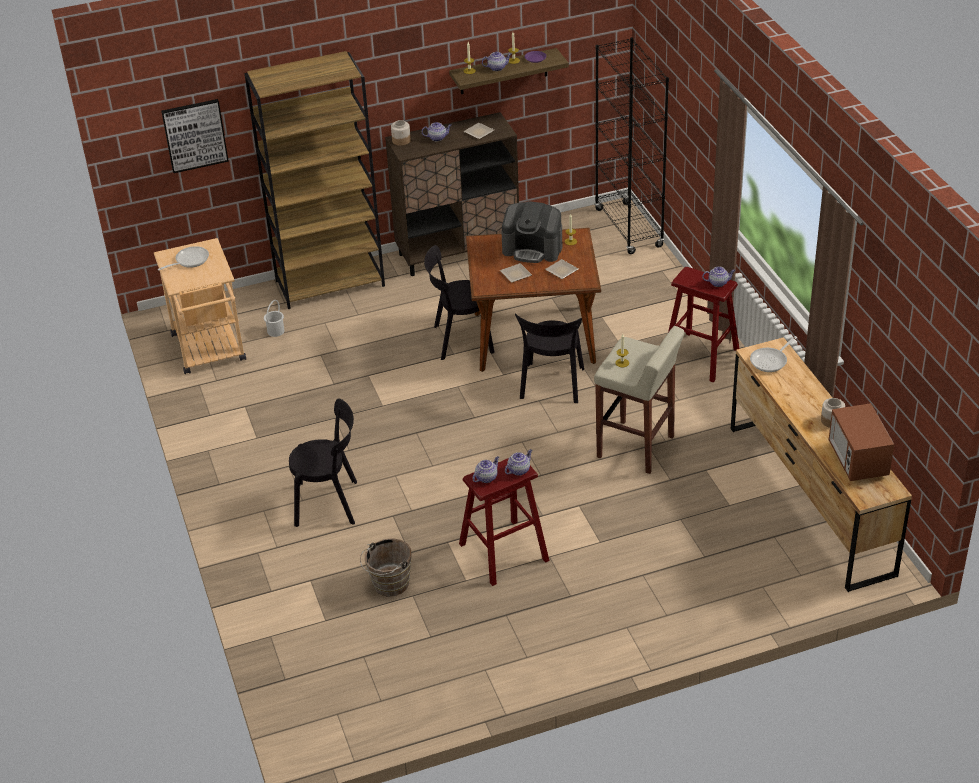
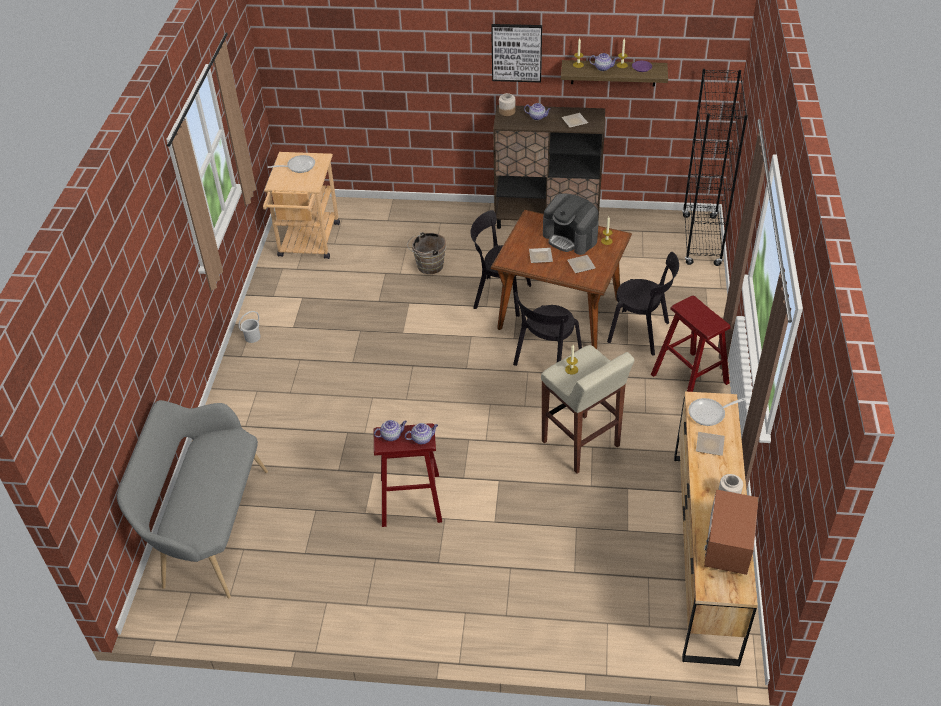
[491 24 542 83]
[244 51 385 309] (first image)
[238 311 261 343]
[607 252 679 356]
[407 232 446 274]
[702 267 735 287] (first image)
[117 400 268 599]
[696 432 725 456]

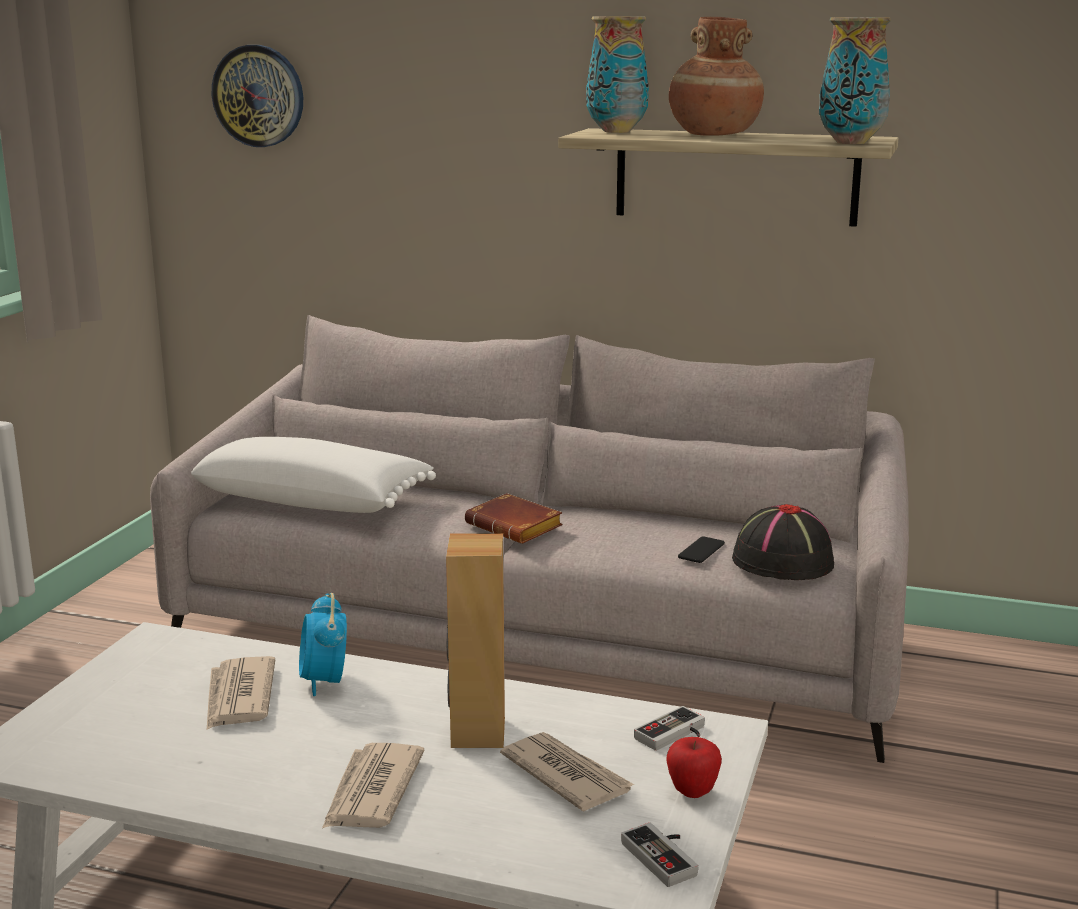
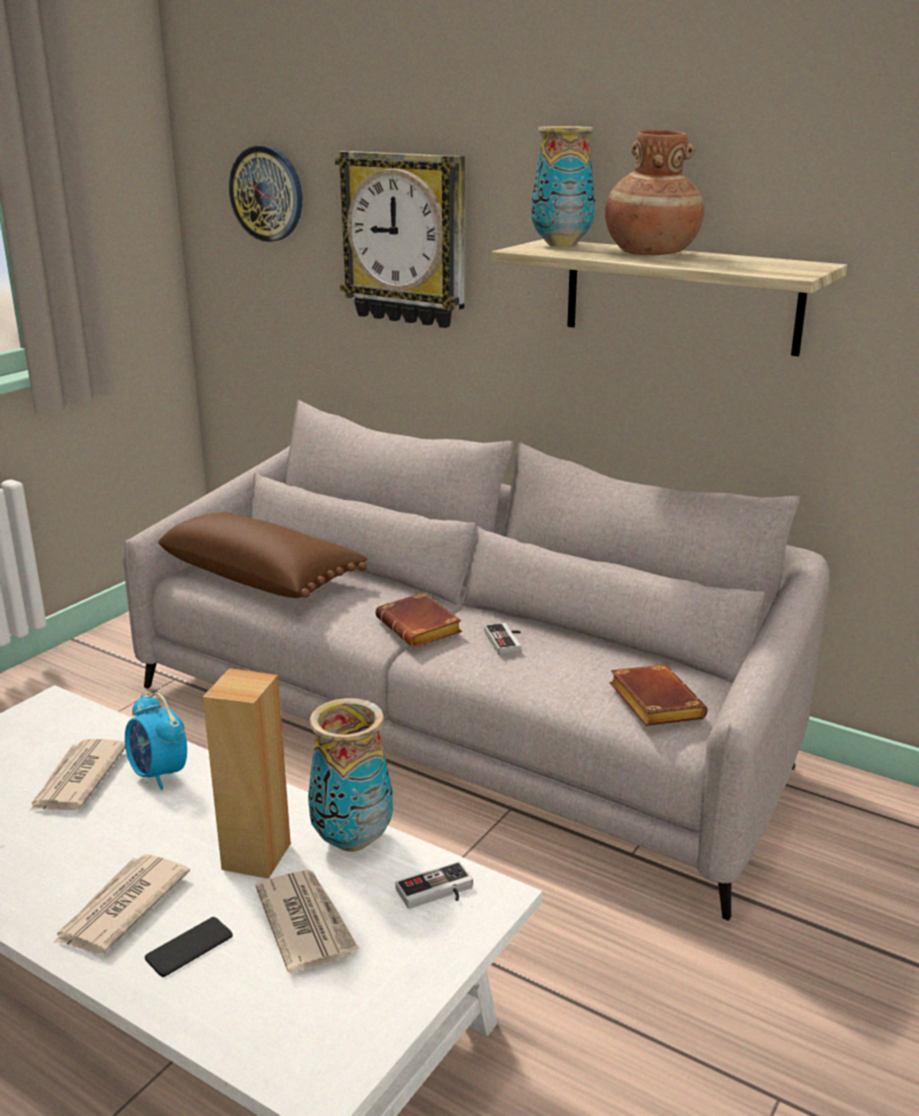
[158 512 367 598]
[125 693 187 790]
[484 623 521 655]
[666 737 722 798] (first image)
[145 917 233 977]
[610 665 708 726]
[308 698 393 852]
[335 151 465 328]

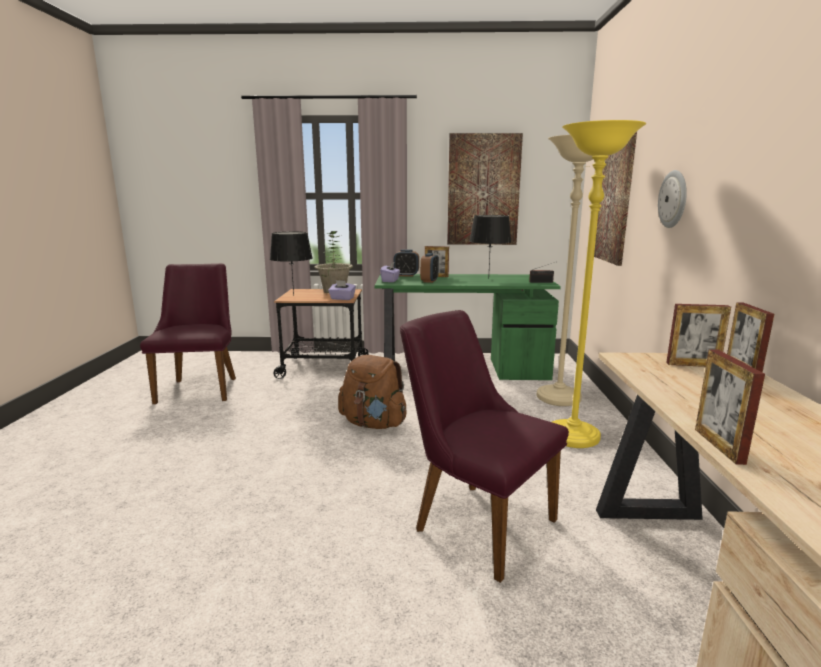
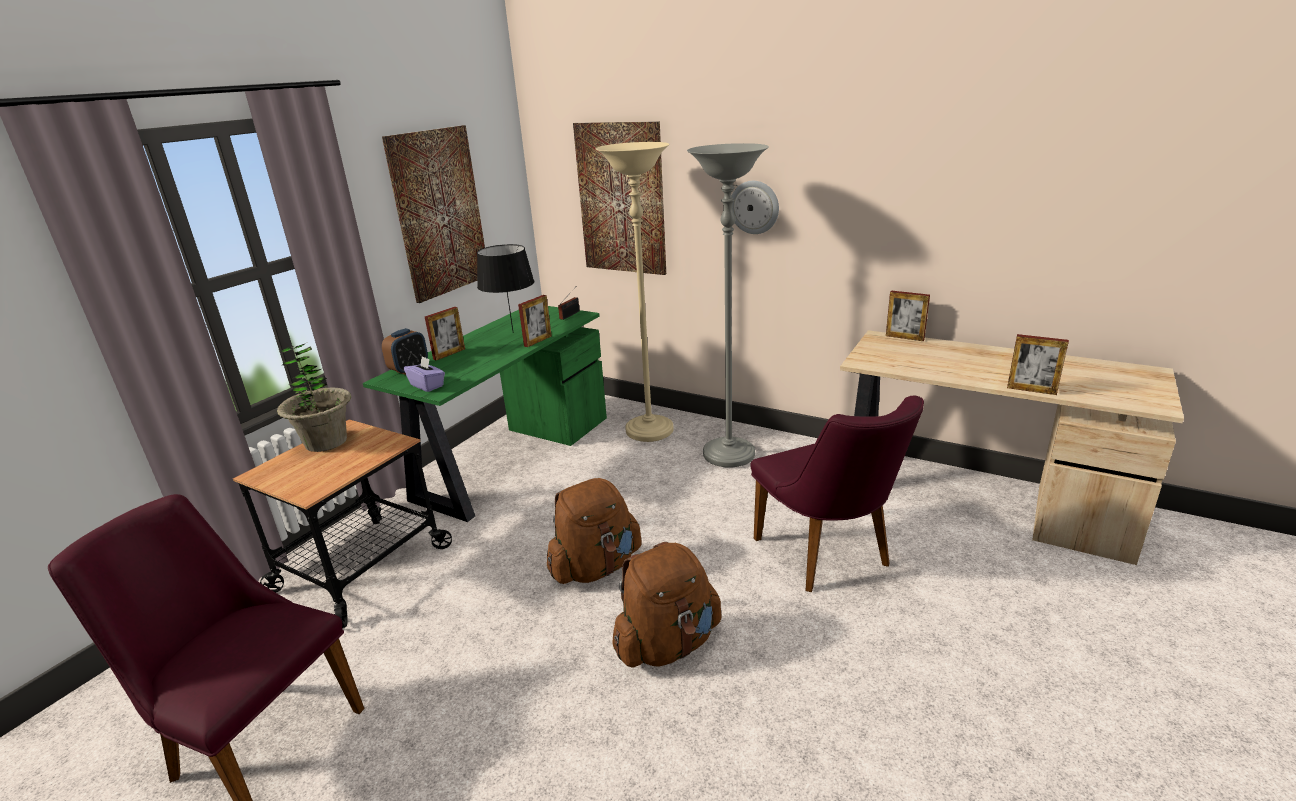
[270 231 313 296] (first image)
[328 280 356 300] (first image)
[751 396 924 592]
[420 253 439 283] (first image)
[687 143 769 468]
[518 295 552 347]
[612 542 722 667]

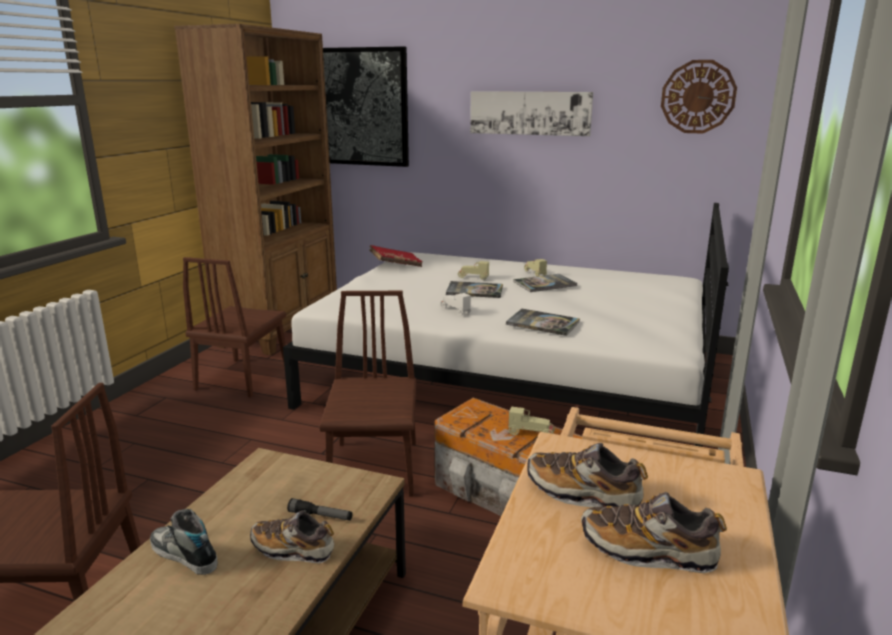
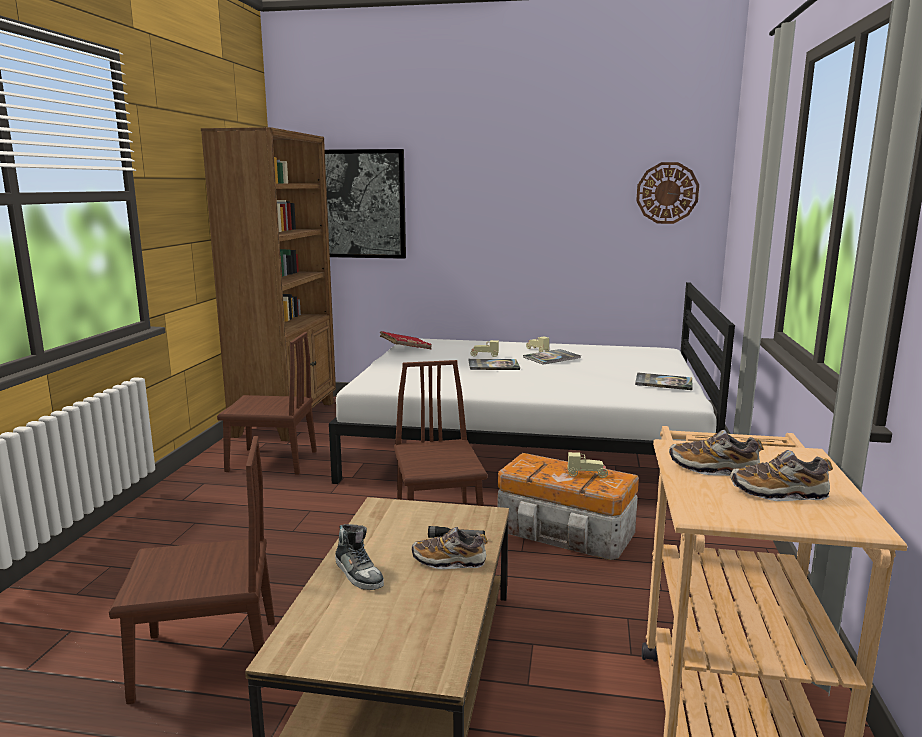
[335 524 384 590]
[217 332 317 475]
[440 293 471 315] (first image)
[470 91 593 136] (first image)
[635 372 693 390]

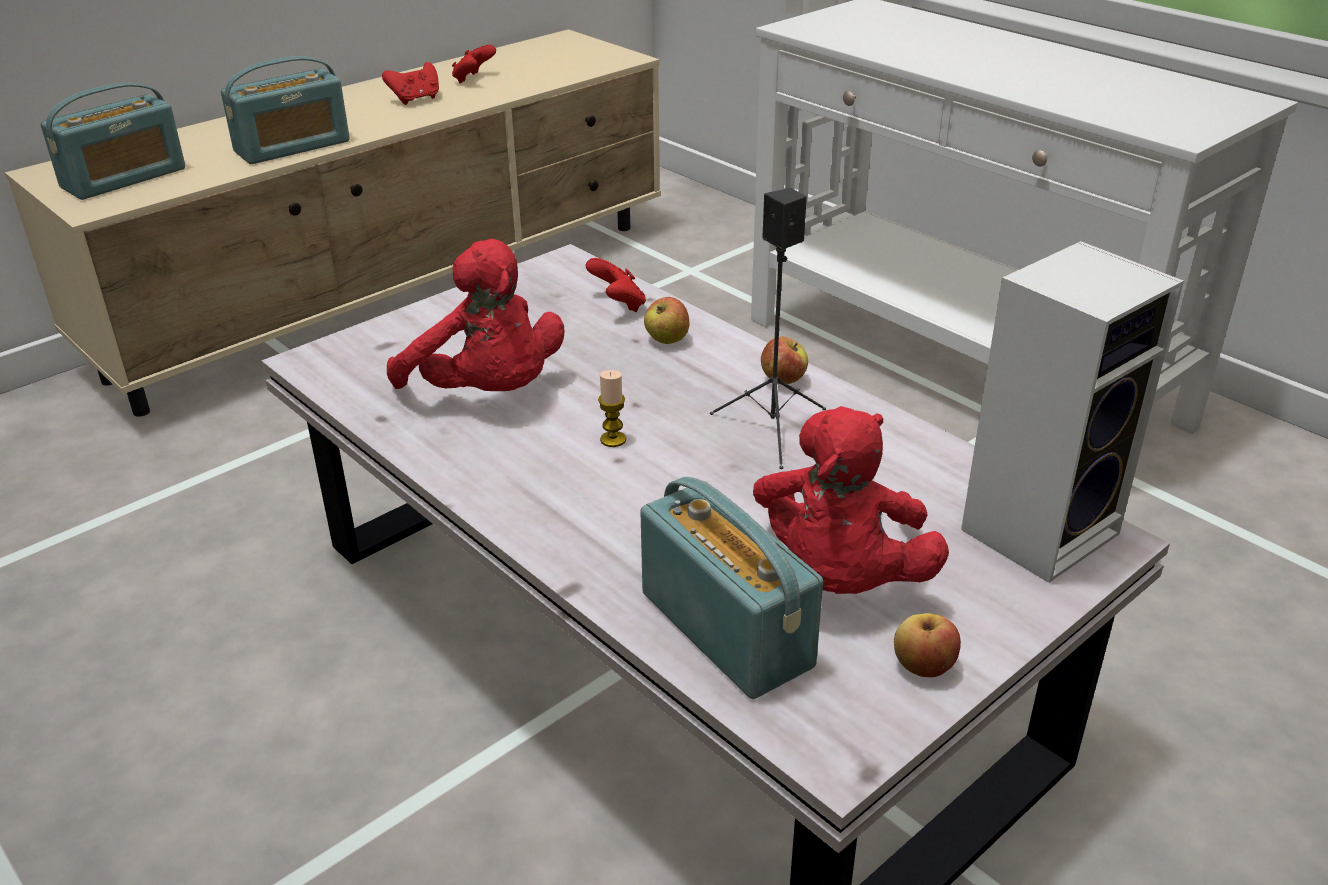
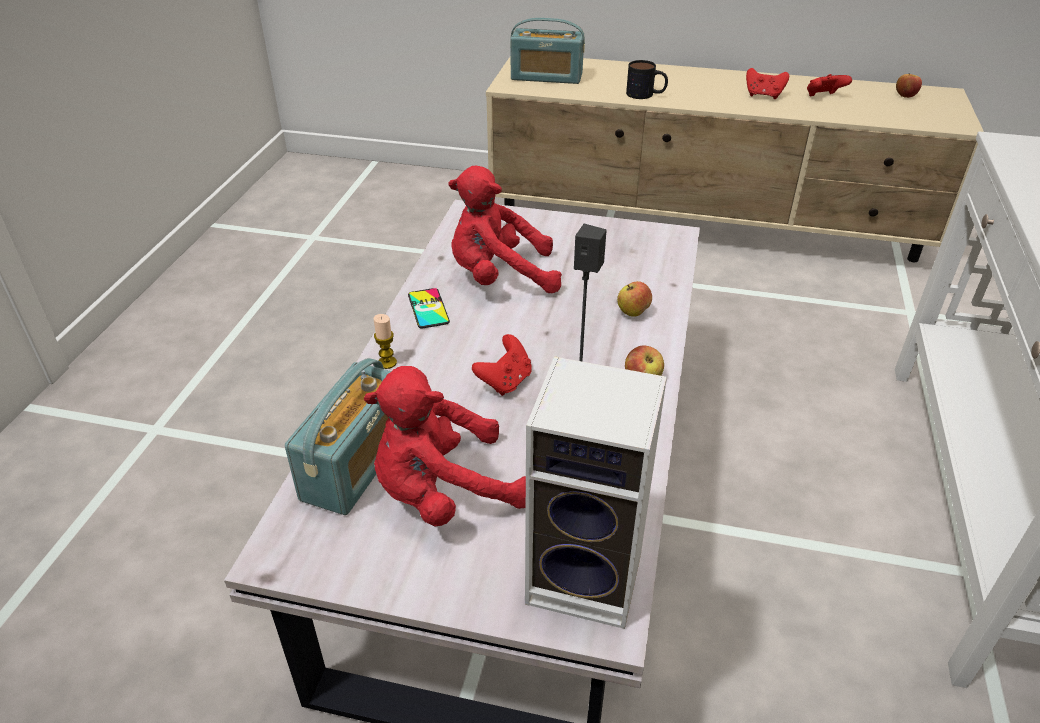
[626 60 668 99]
[448 166 562 293]
[472 334 532 396]
[374 314 397 369]
[896 74 922 98]
[408 288 450 328]

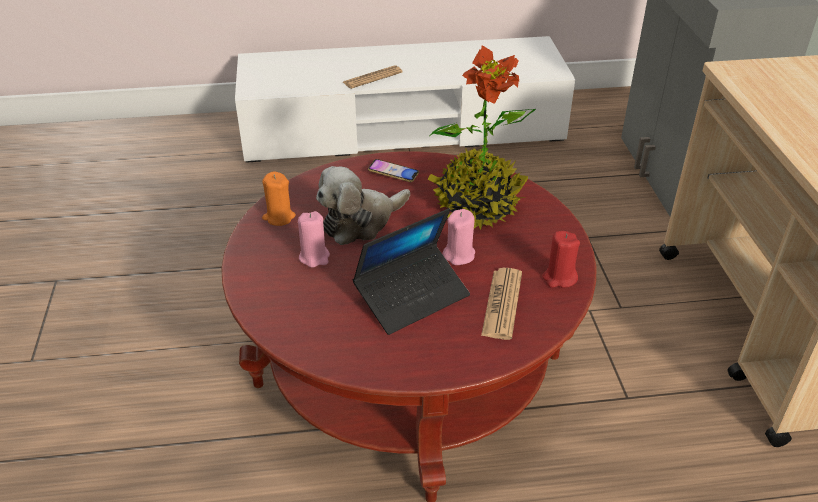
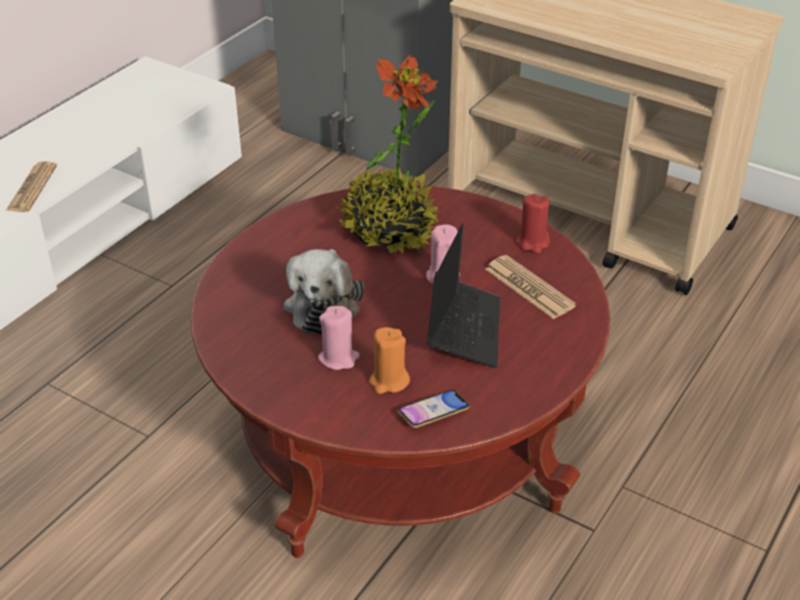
[369 327 410 394]
[398 390 470 428]

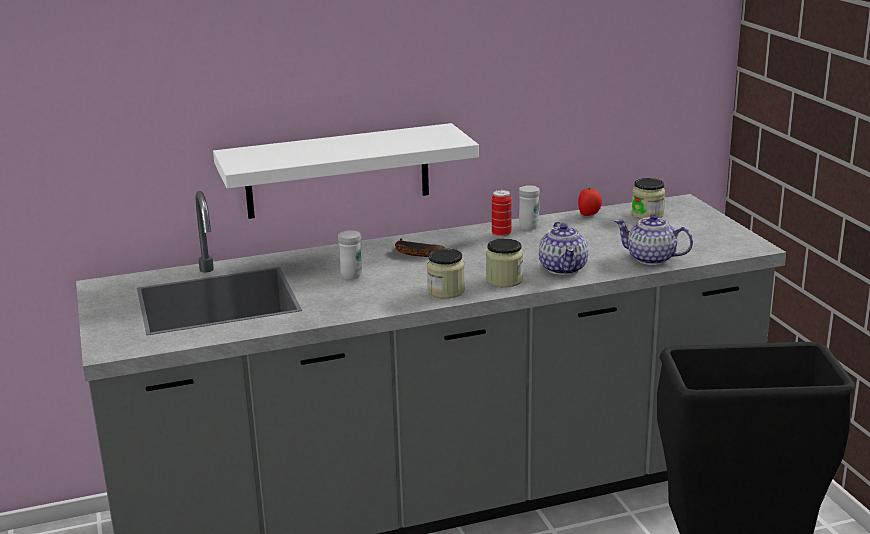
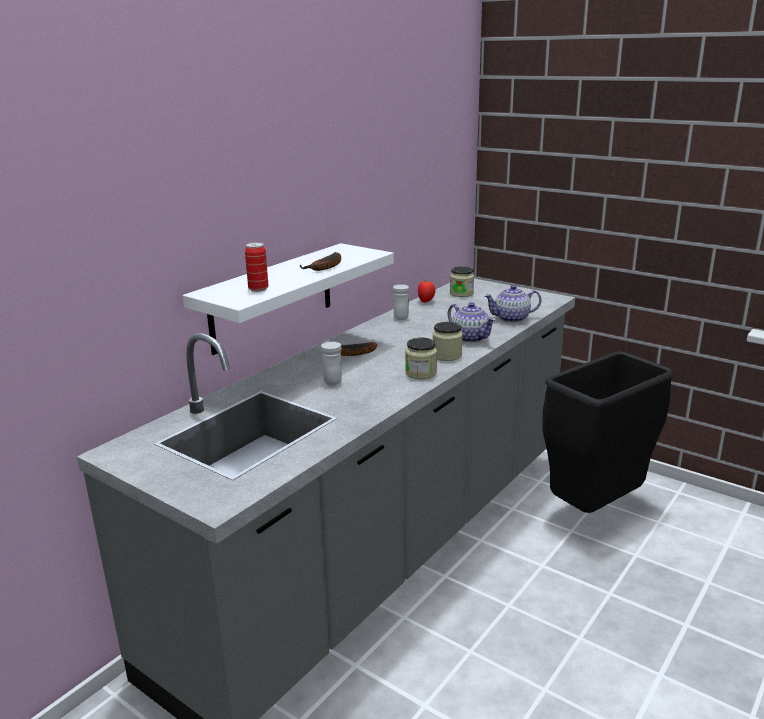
[245 242 269 292]
[300 252 341 271]

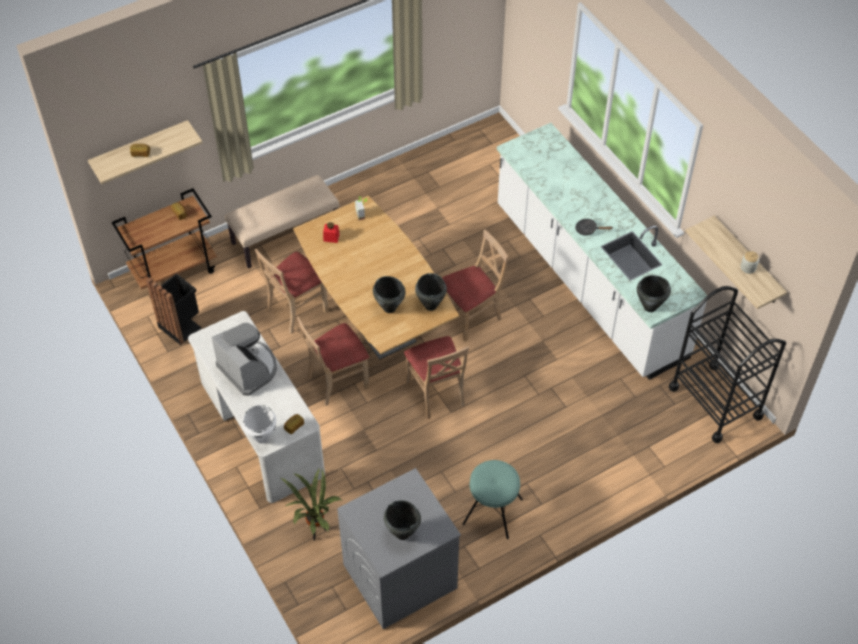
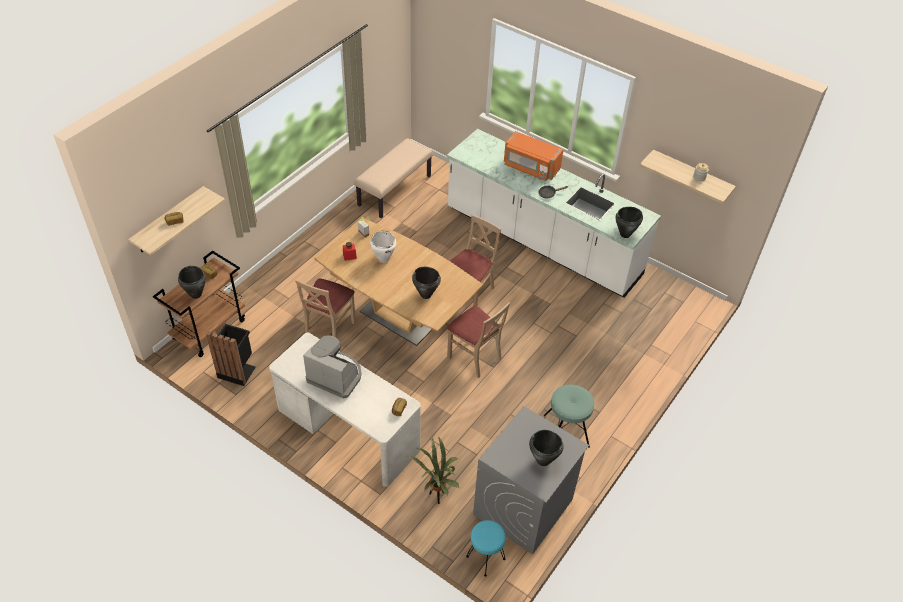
[354 138 433 218]
[370 230 396 263]
[297 316 369 406] (first image)
[178 266 206 299]
[669 286 786 443] (first image)
[466 520 506 577]
[504 131 564 181]

